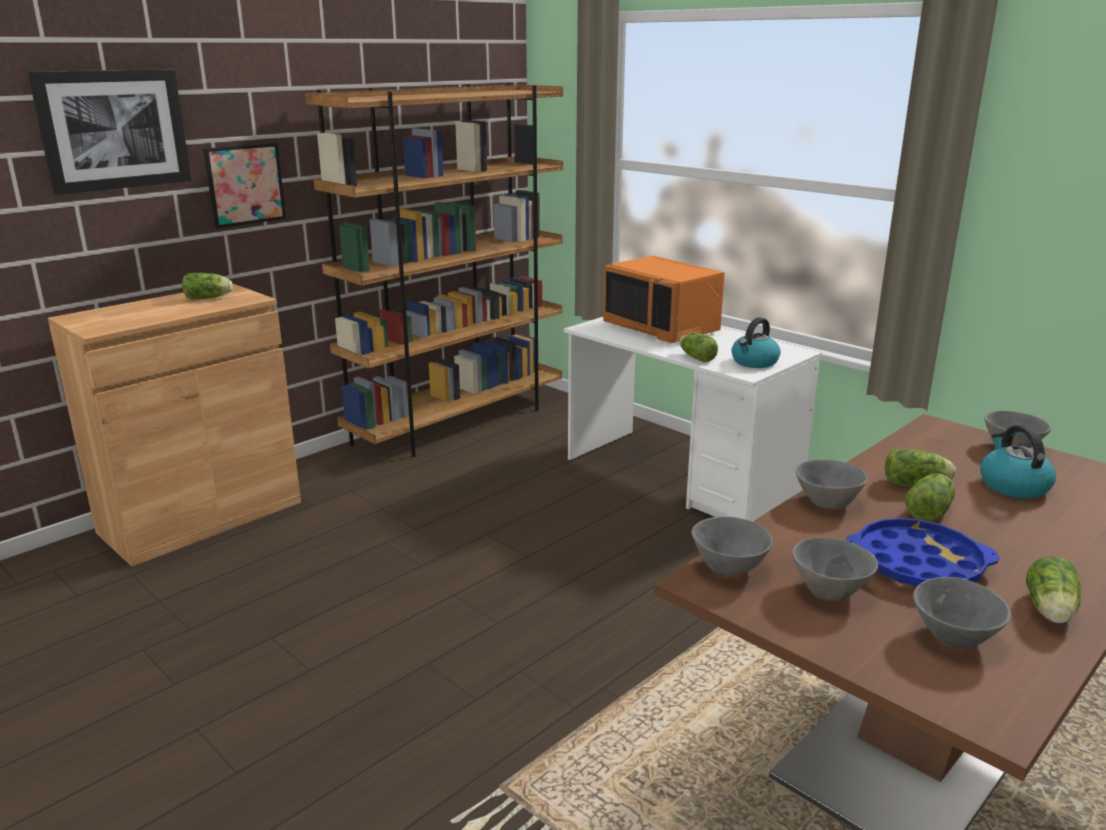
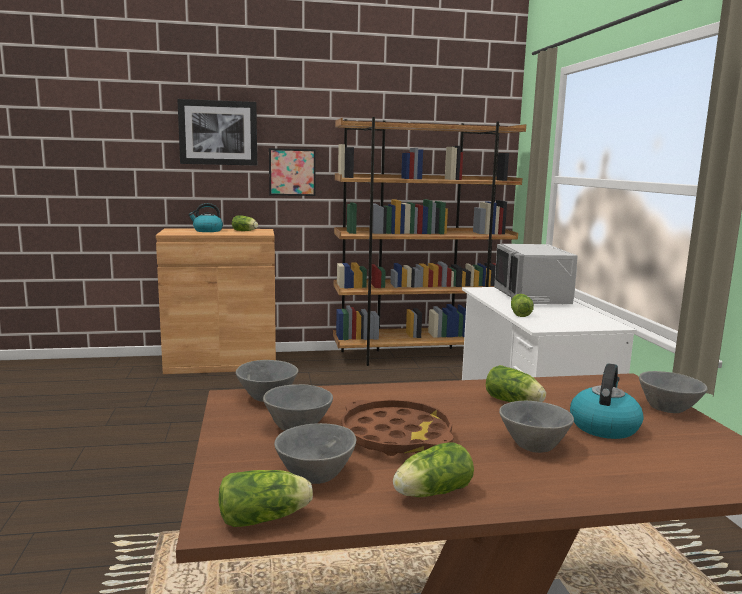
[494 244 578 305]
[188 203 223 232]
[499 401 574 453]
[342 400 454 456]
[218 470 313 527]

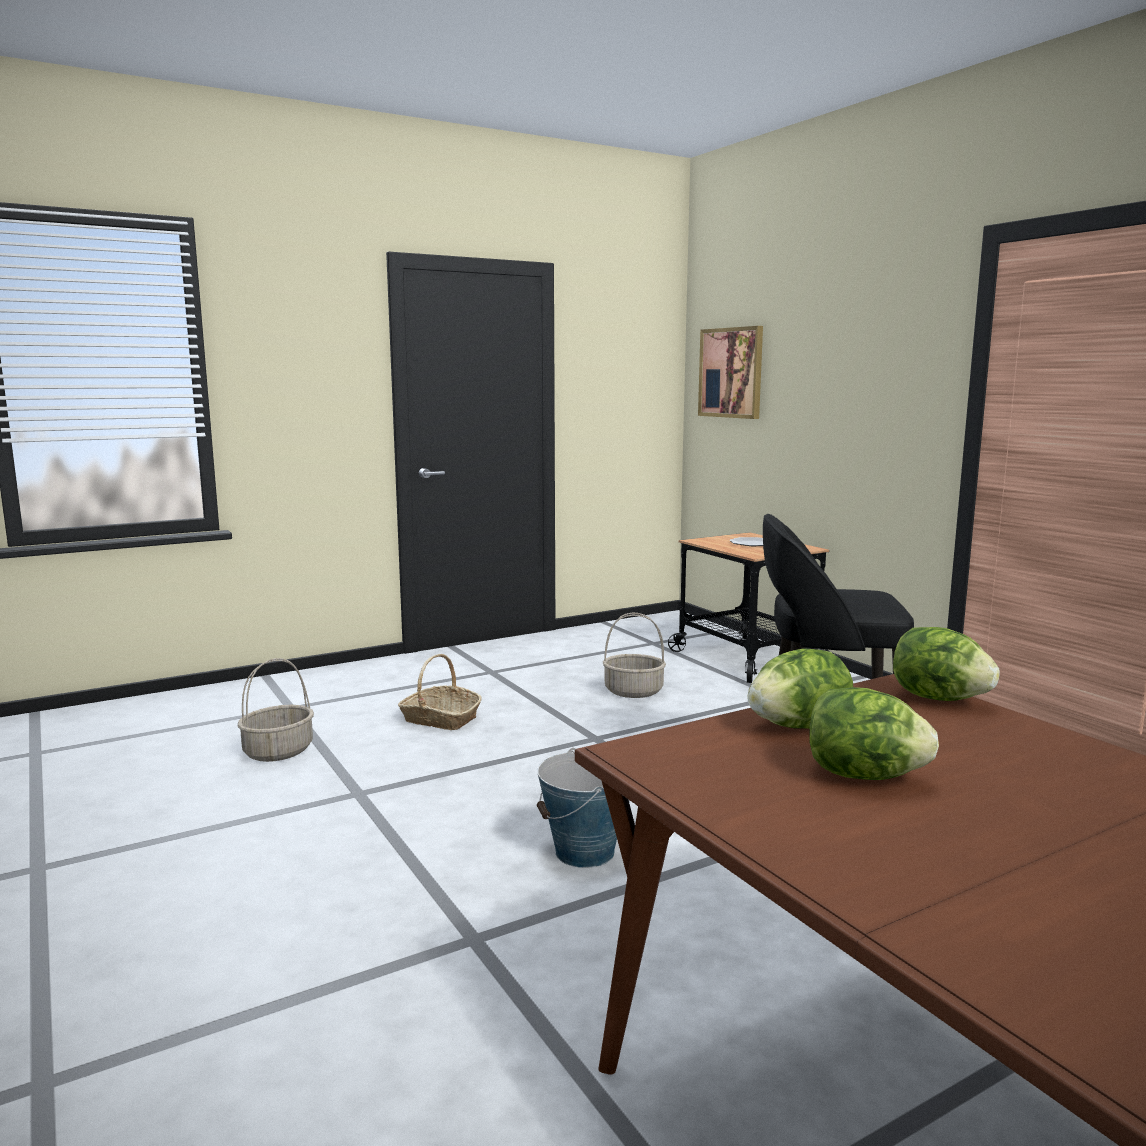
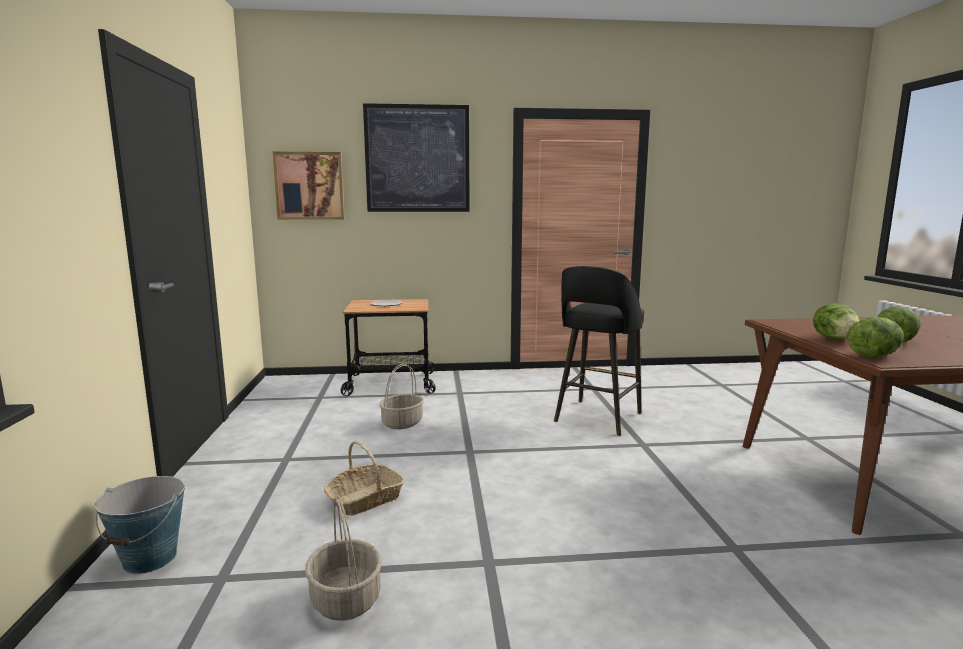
[95 476 185 574]
[847 317 904 357]
[363 103 470 212]

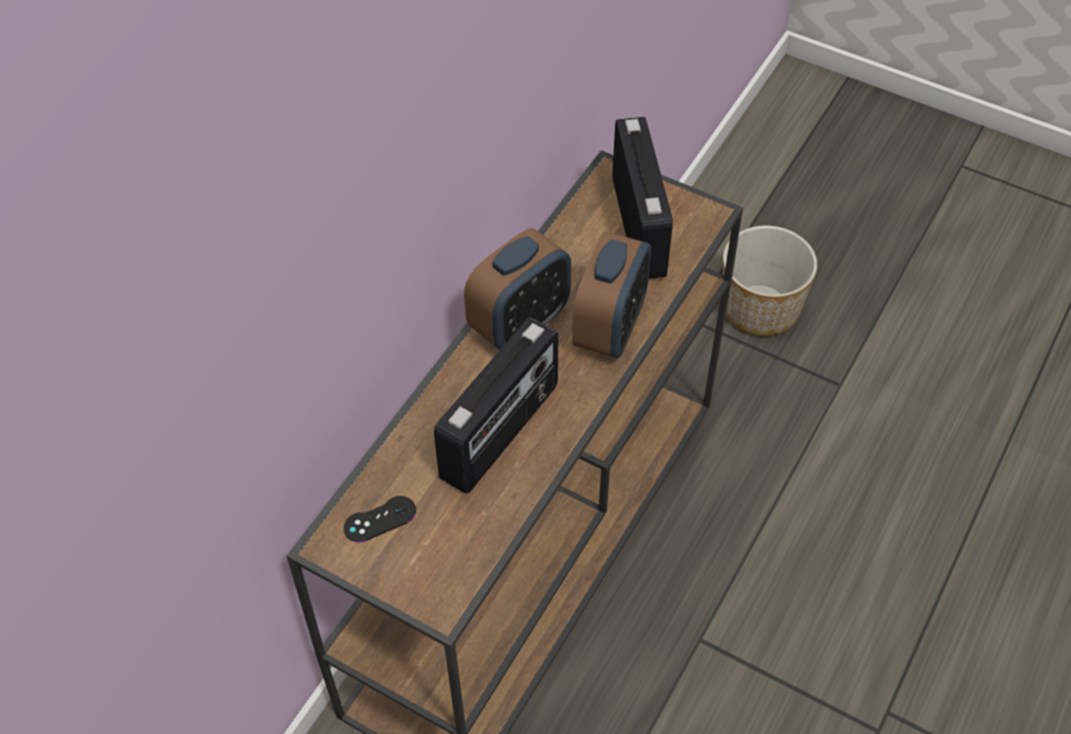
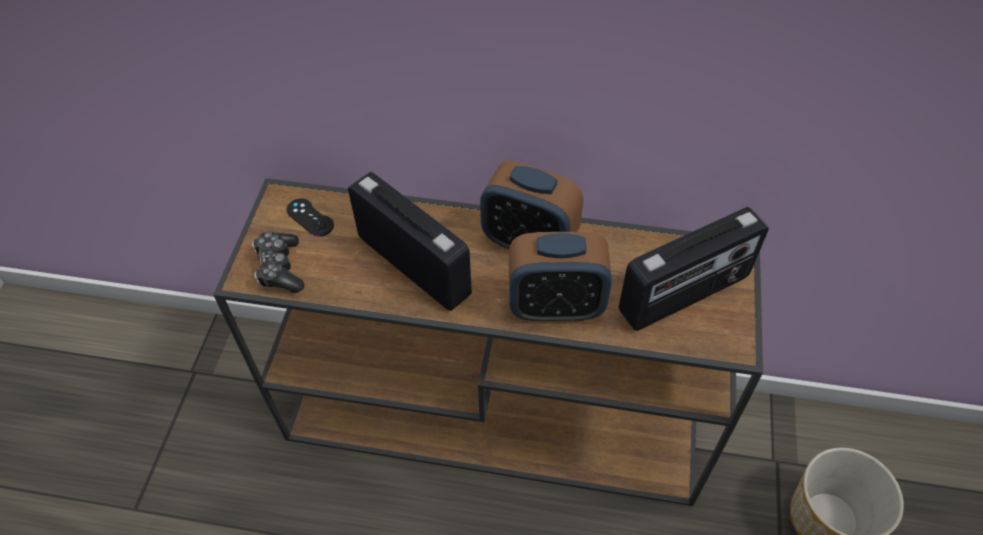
[348 172 472 311]
[252 231 304 293]

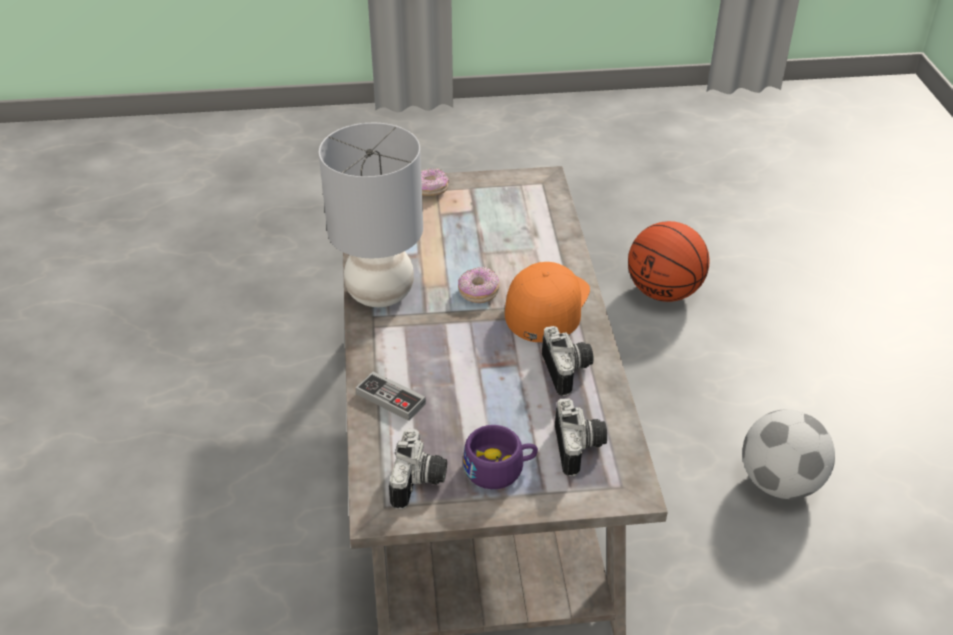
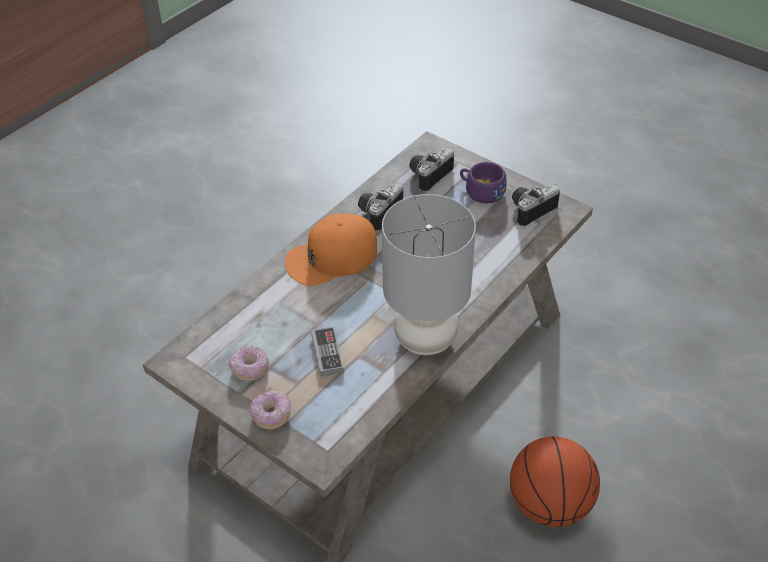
[311 327 344 377]
[229 345 269 382]
[510 436 600 527]
[742 409 835 499] (first image)

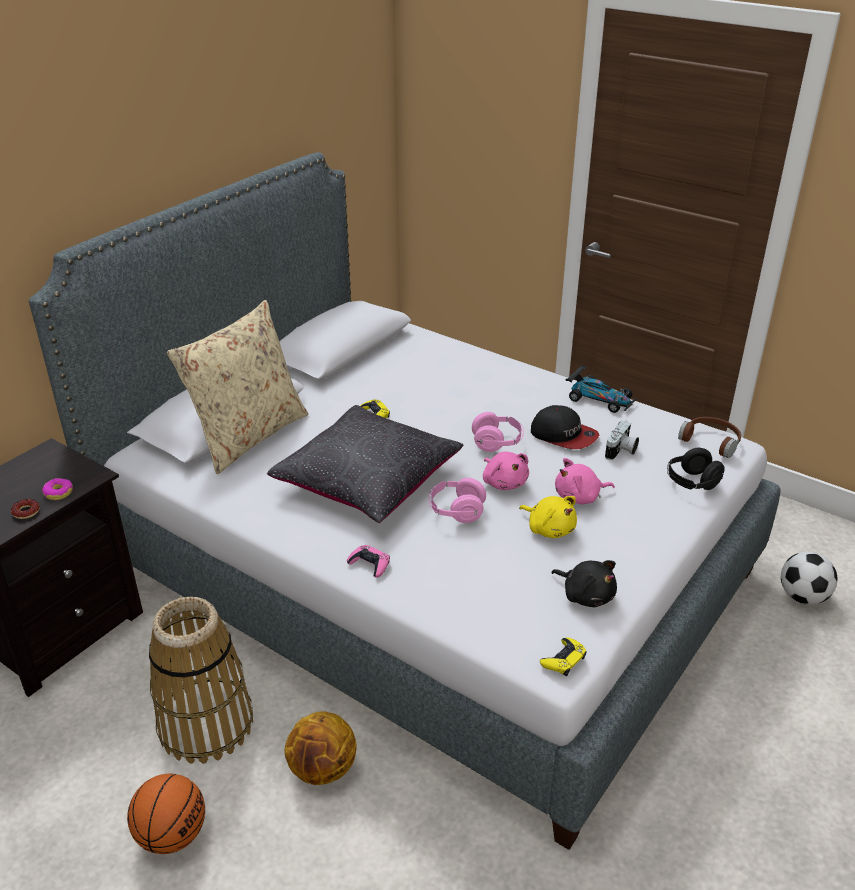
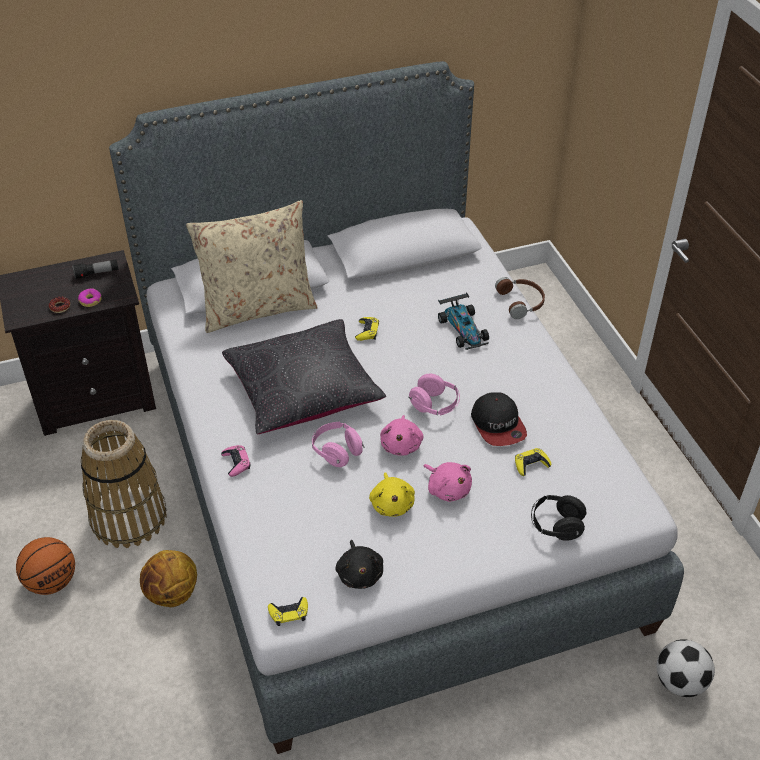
[424 462 472 502]
[438 292 489 350]
[515 448 551 476]
[495 277 545 319]
[72 259 119 279]

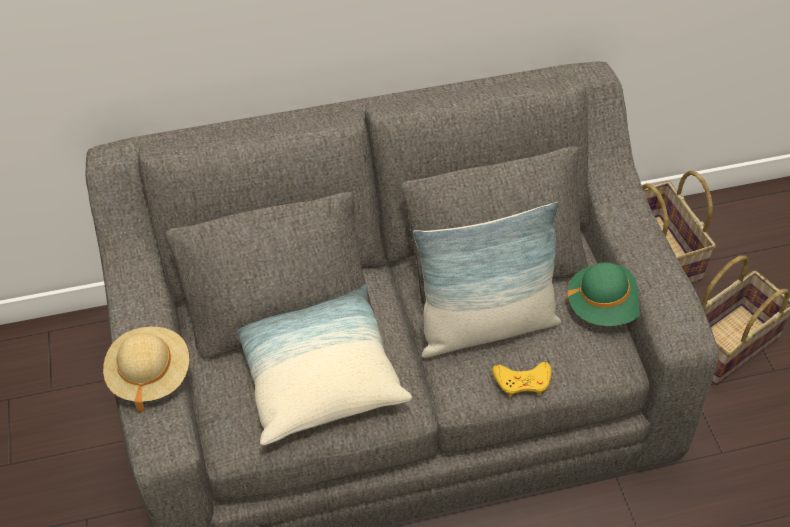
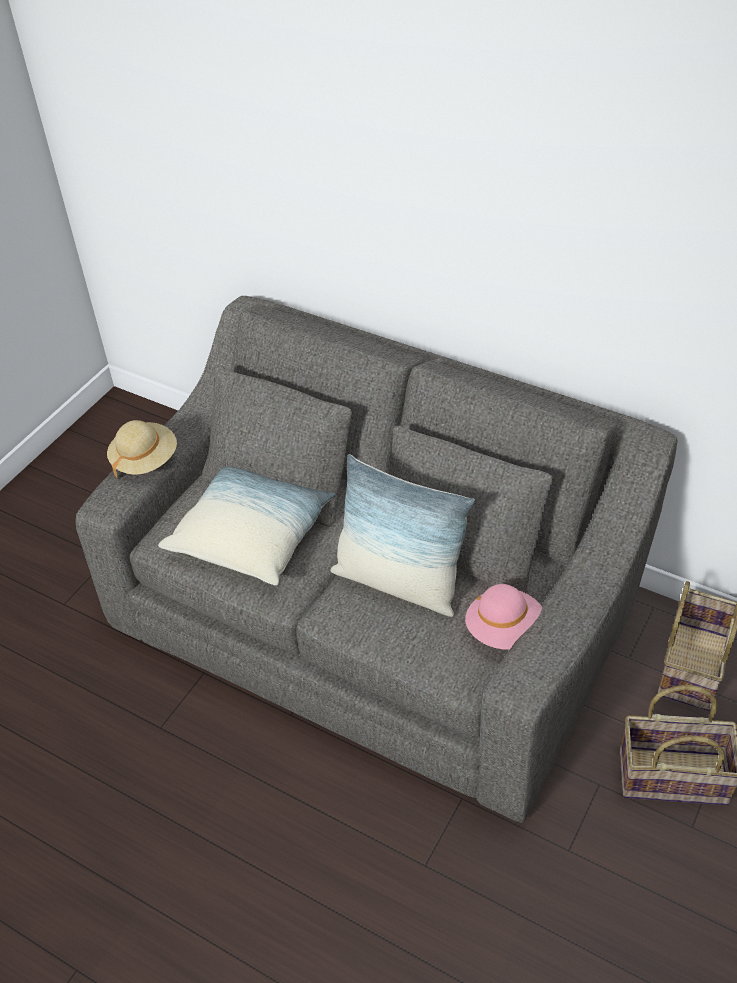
[492 362 552 397] (first image)
[465 584 542 649]

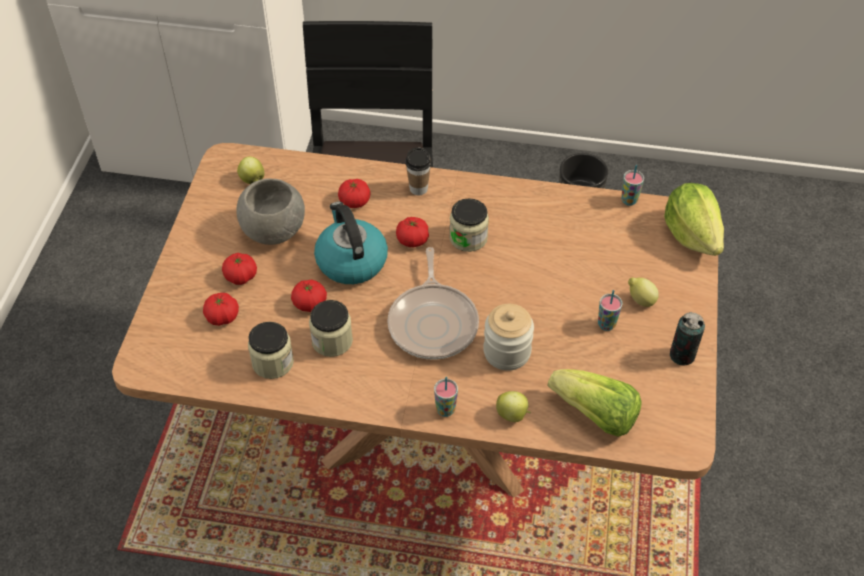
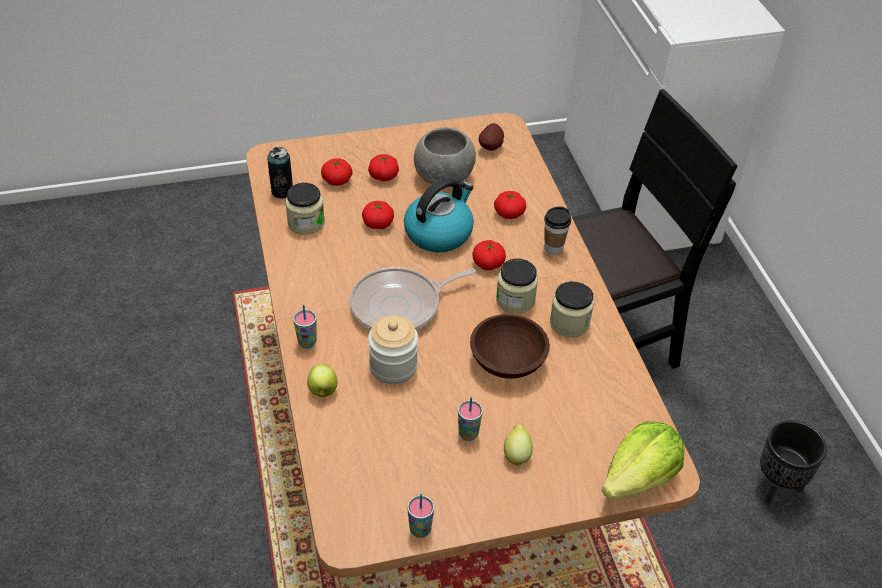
[479 123 504 151]
[550 281 594 337]
[547 369 642 437] (first image)
[407 494 434 538]
[267 147 293 199]
[470 314 550 379]

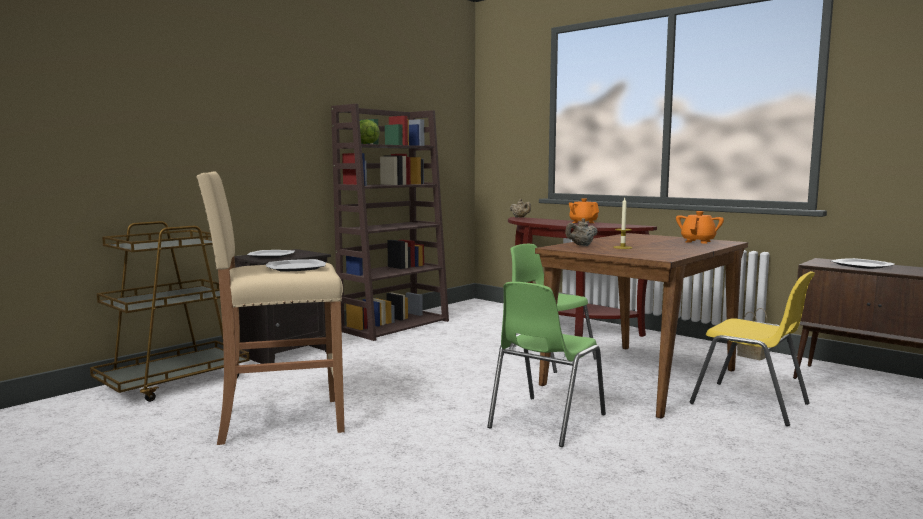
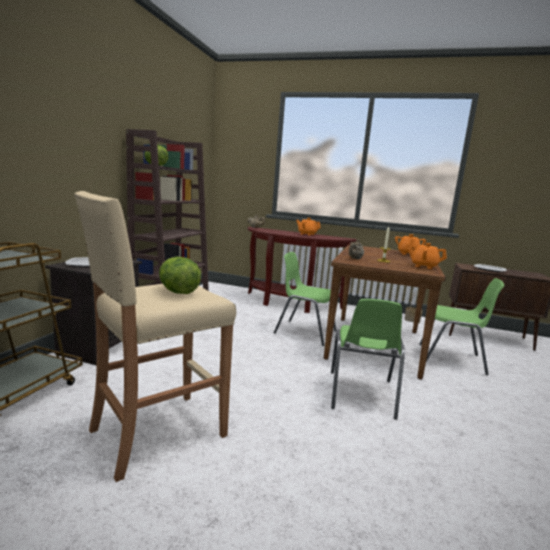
[159 257 201 294]
[419 278 504 375]
[407 243 447 269]

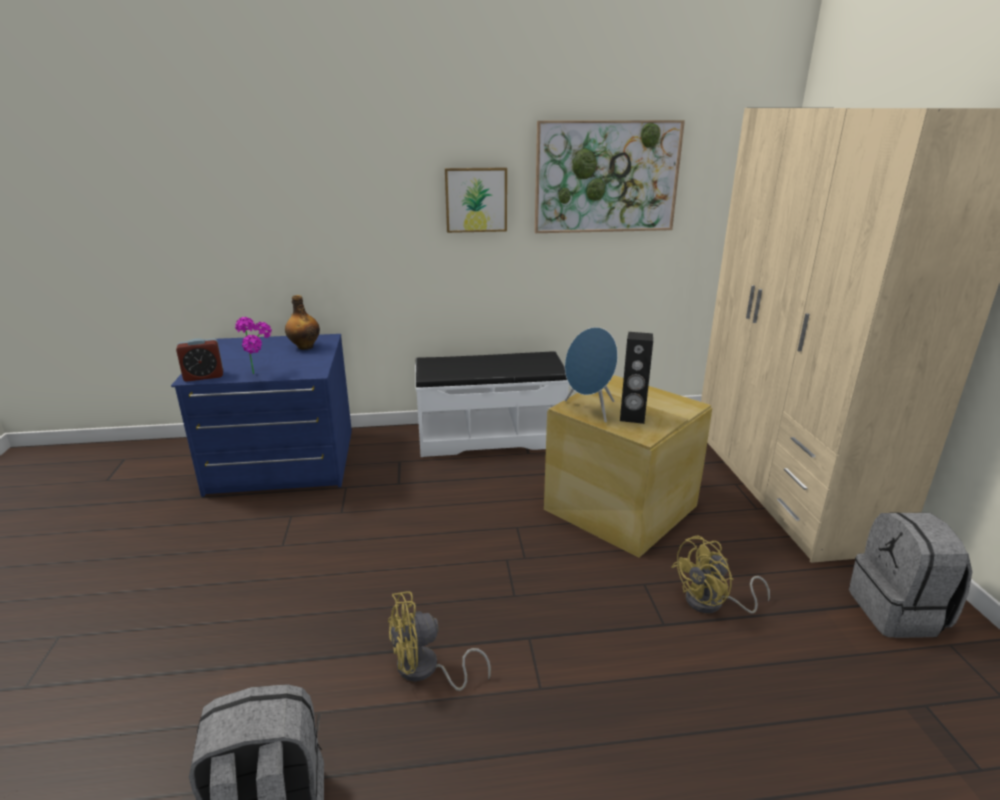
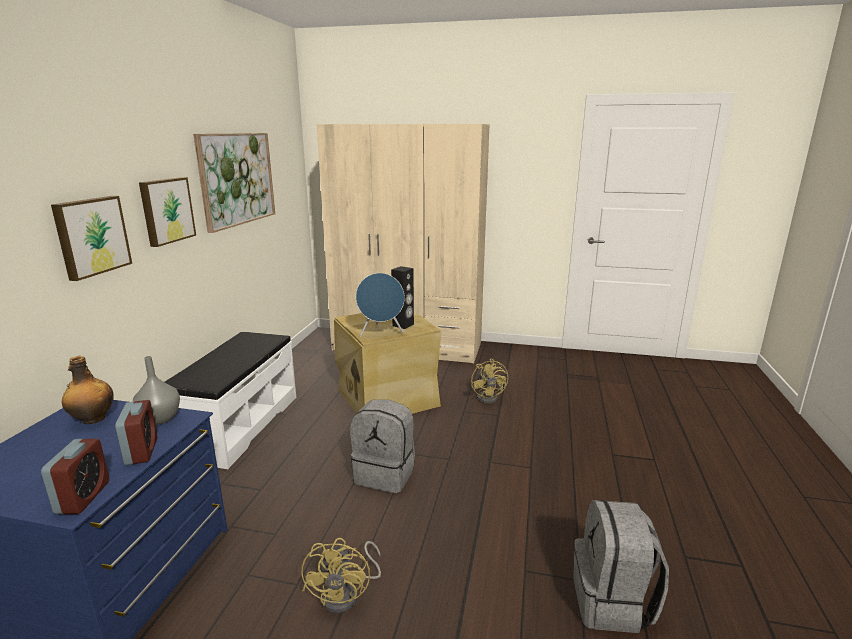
[115 400 157 465]
[301 538 381 614]
[350 400 415 493]
[51 196 132 281]
[133 356 180 425]

